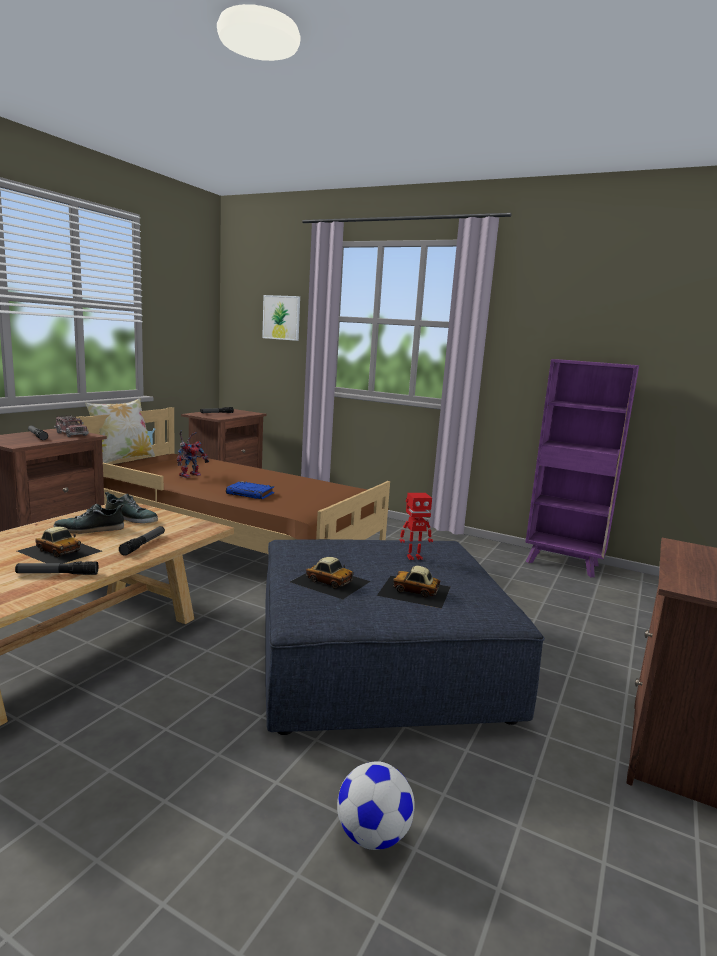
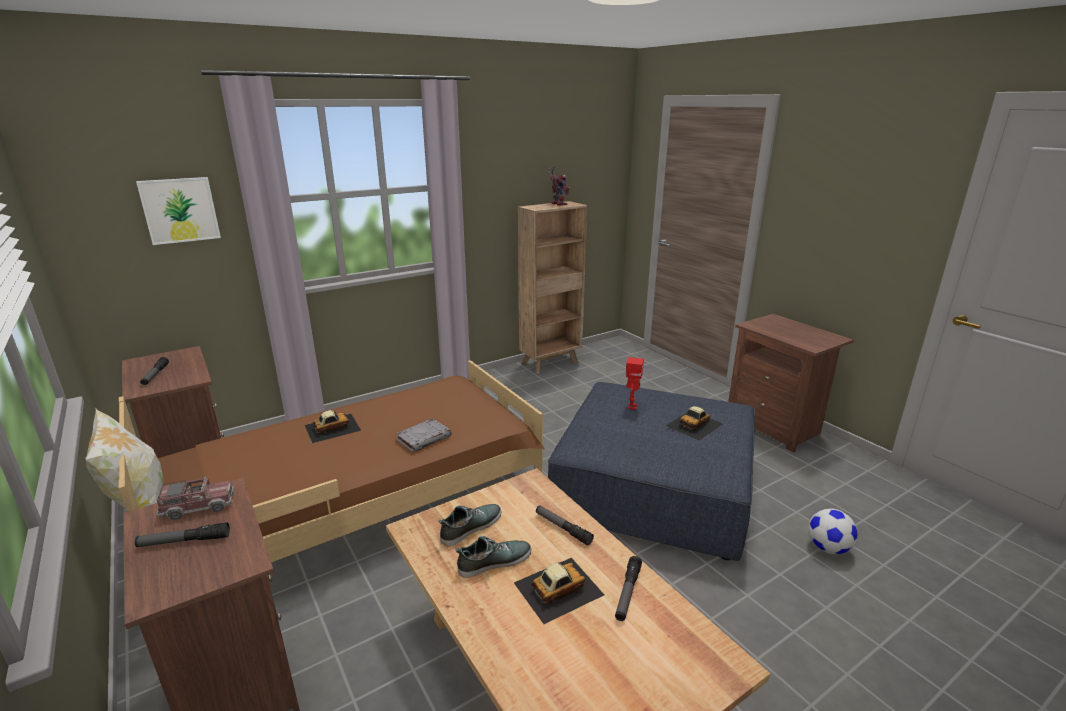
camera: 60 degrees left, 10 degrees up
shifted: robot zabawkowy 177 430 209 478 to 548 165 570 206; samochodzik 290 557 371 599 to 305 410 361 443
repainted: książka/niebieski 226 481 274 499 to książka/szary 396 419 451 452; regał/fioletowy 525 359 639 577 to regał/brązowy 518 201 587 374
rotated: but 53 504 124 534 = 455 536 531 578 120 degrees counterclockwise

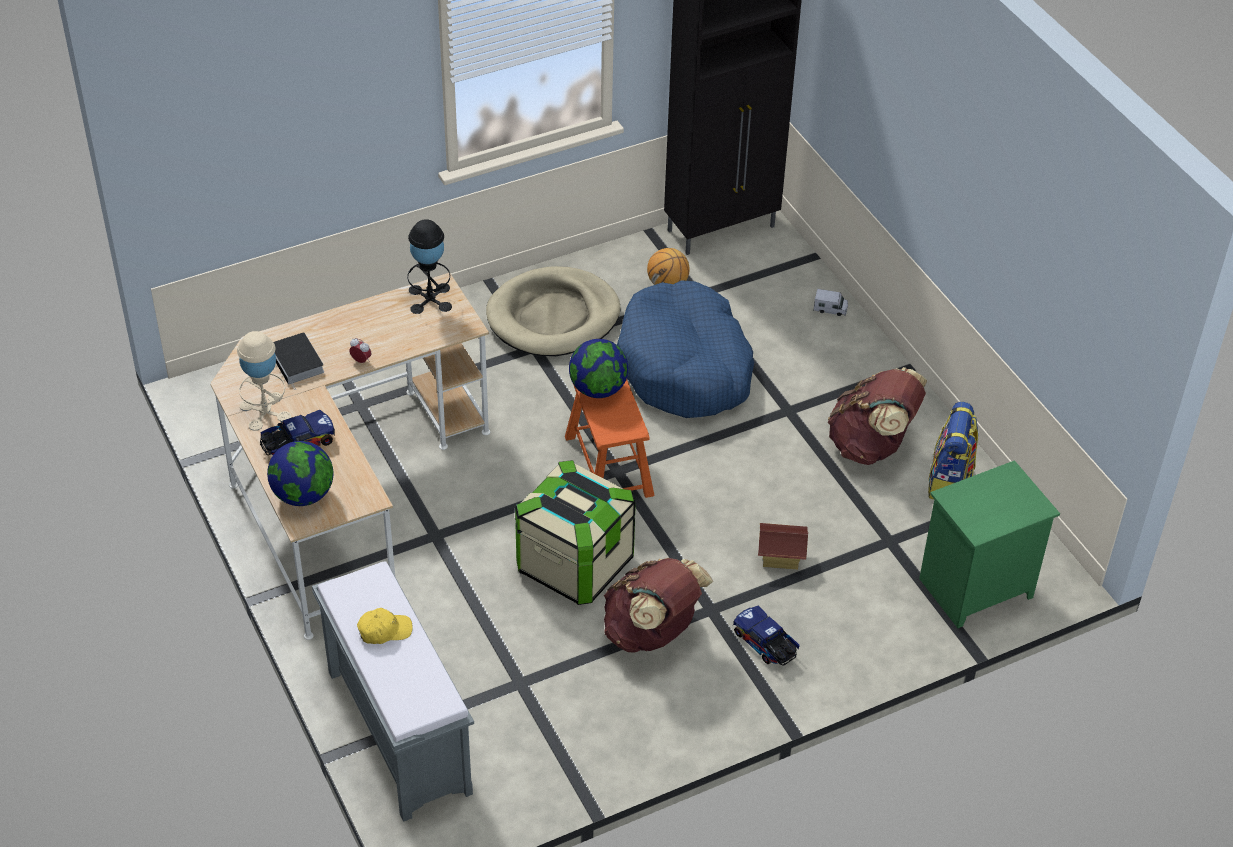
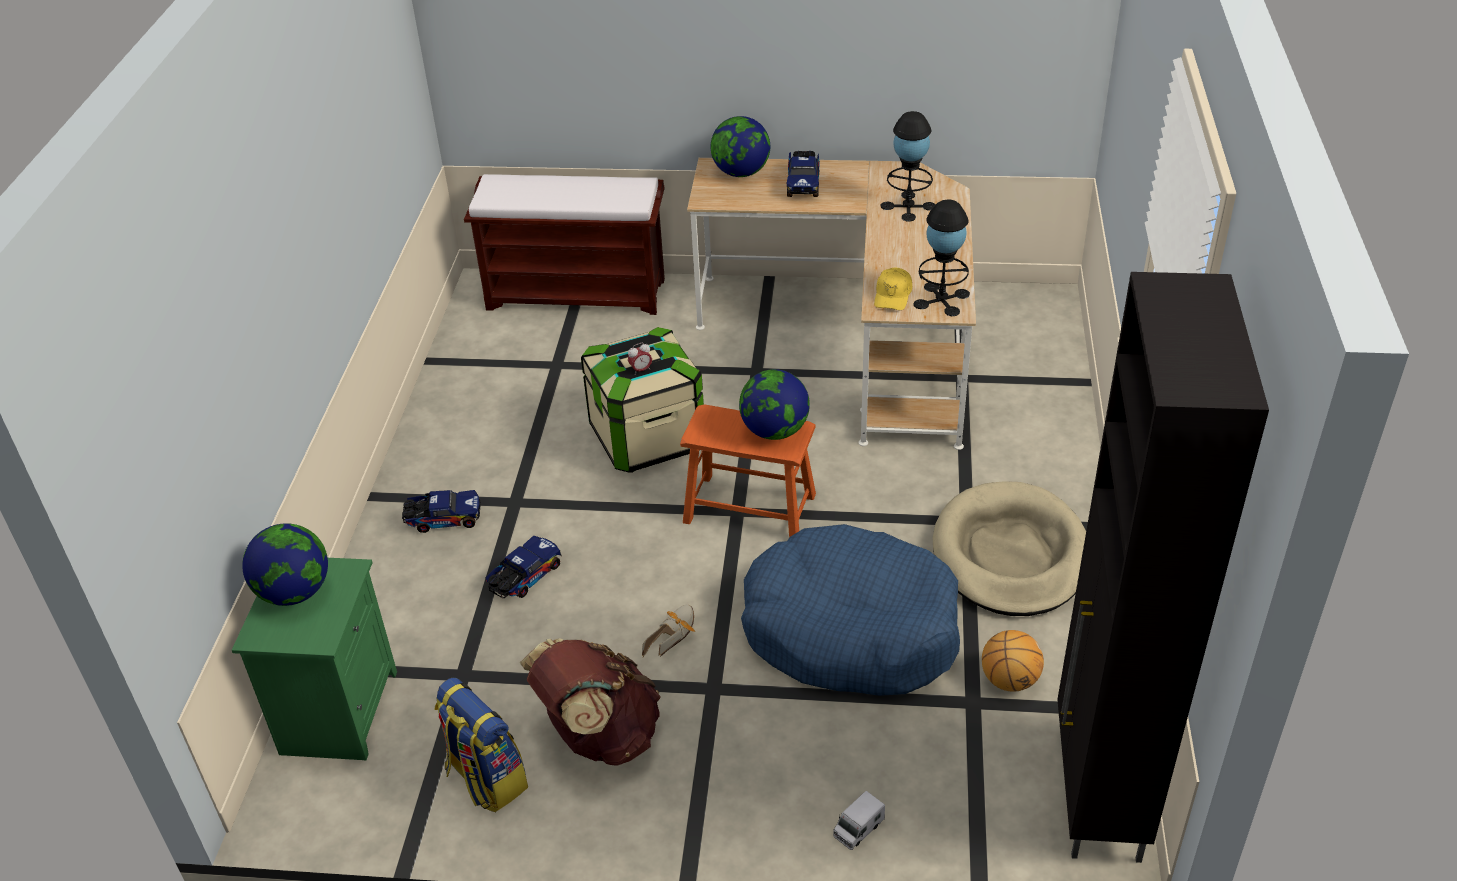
camera: 125 degrees right, 5 degrees down
gone: lampa stołowa/beżowy 237 331 292 431; plecak/brązowy 604 558 713 653
new: globus 242 523 328 606; but 642 605 695 657
shifted: budzik 349 338 371 363 to 628 343 652 375; czapka z daszkiem/żółty 357 608 413 644 to 874 268 912 310
swapped: książka 273 332 324 390 to lampa stołowa/czarny 881 111 936 222; domek 758 523 808 570 to ciężarówka zabawkowa 486 536 562 598
repainted: ławka/szary 312 561 474 822 to ławka/brązowy 464 174 665 315

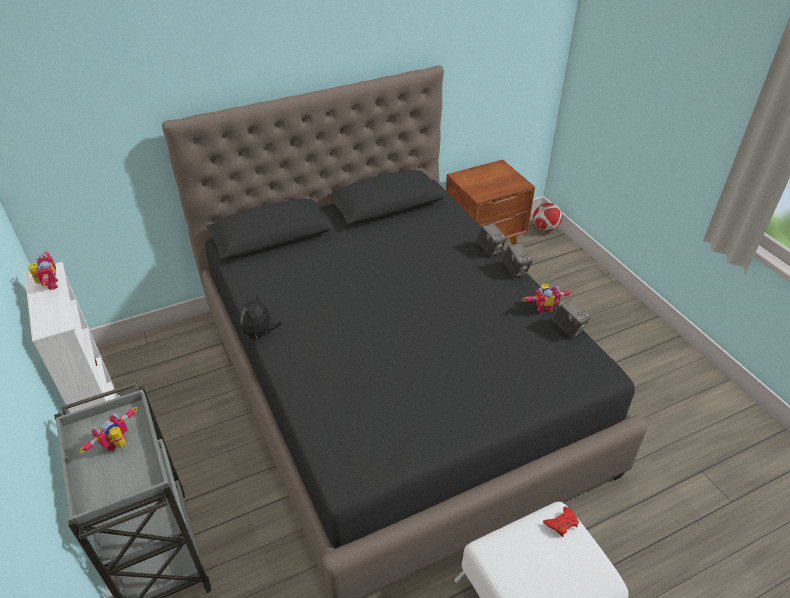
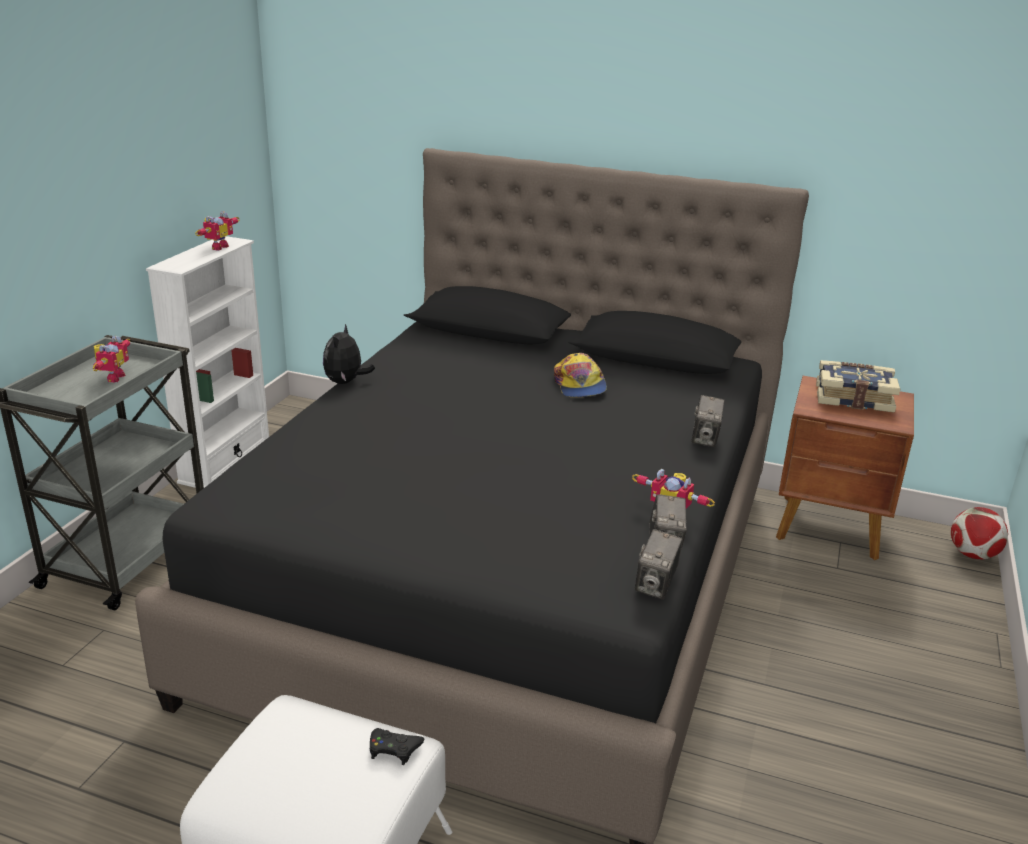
camera: 45 degrees right, 15 degrees down
new: czapka z daszkiem 554 353 607 398; książka 816 360 900 413
shifted: aparat fotograficzny 502 243 533 277 to 635 529 683 600
repainted: pad do gier/czerwony 543 507 579 537 to pad do gier/czarny 370 728 424 765
rotated: robot zabawkowy 79 407 138 453 = 93 336 130 383 105 degrees clockwise; pluszak 240 293 282 340 = 323 324 375 384 45 degrees counterclockwise

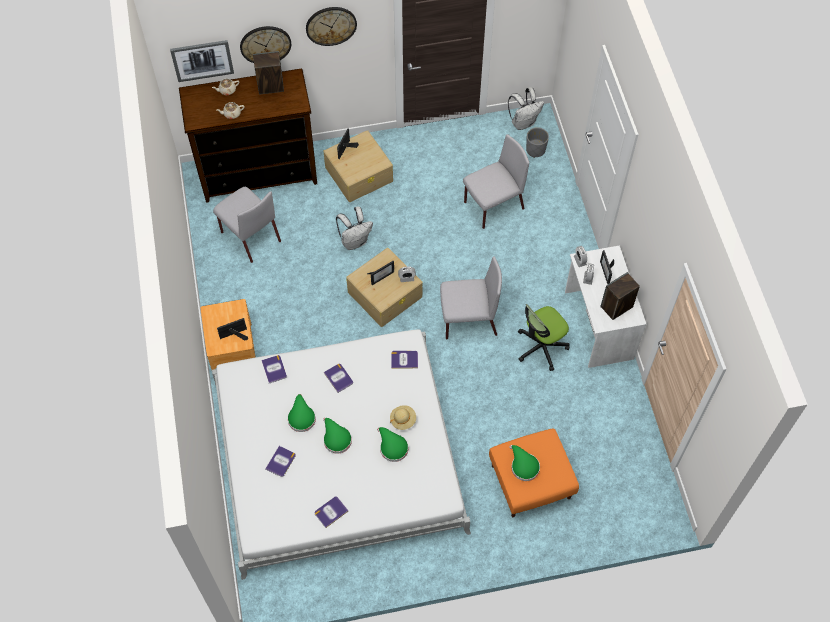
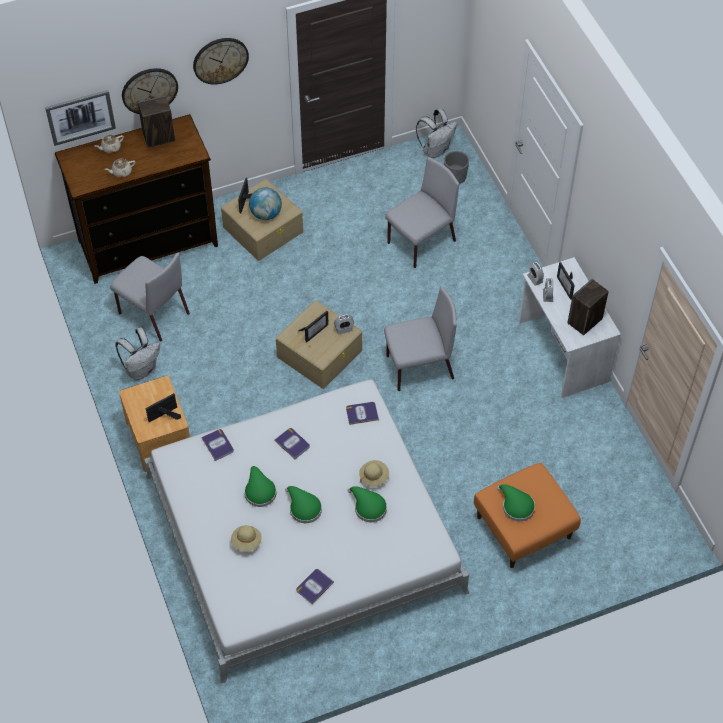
camera: 10 degrees left, 5 degrees down
gone: krzesło biurowe 518 304 570 371
new: globus 249 187 282 220
shifted: plecak/biały 336 206 373 250 to 115 328 160 380
swapped: książka 265 446 296 477 to kapelusz/beżowy 231 525 262 551

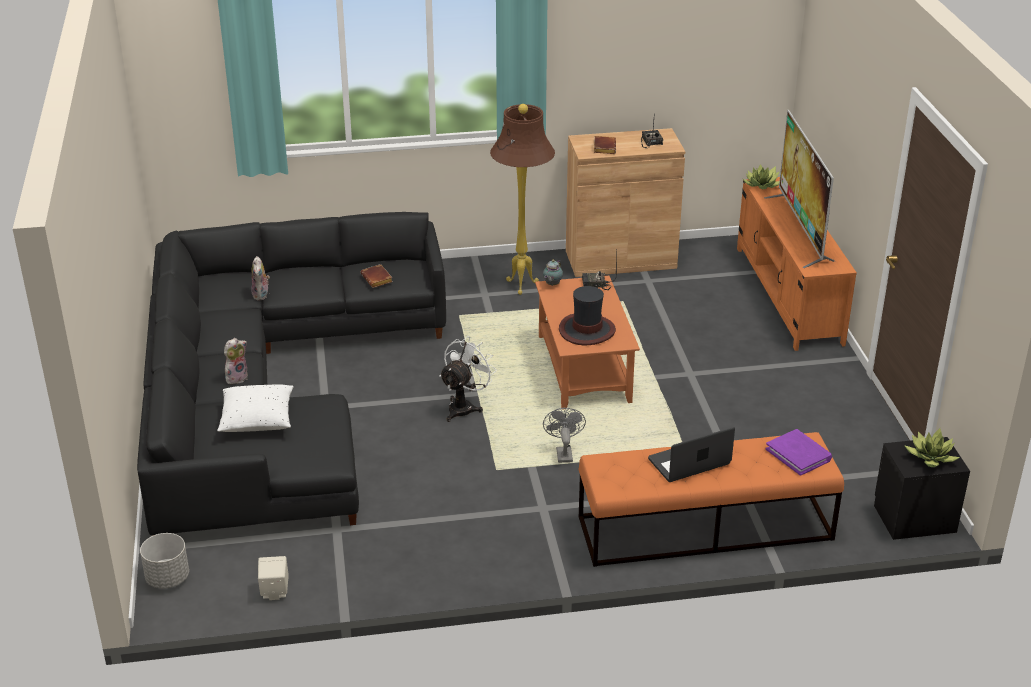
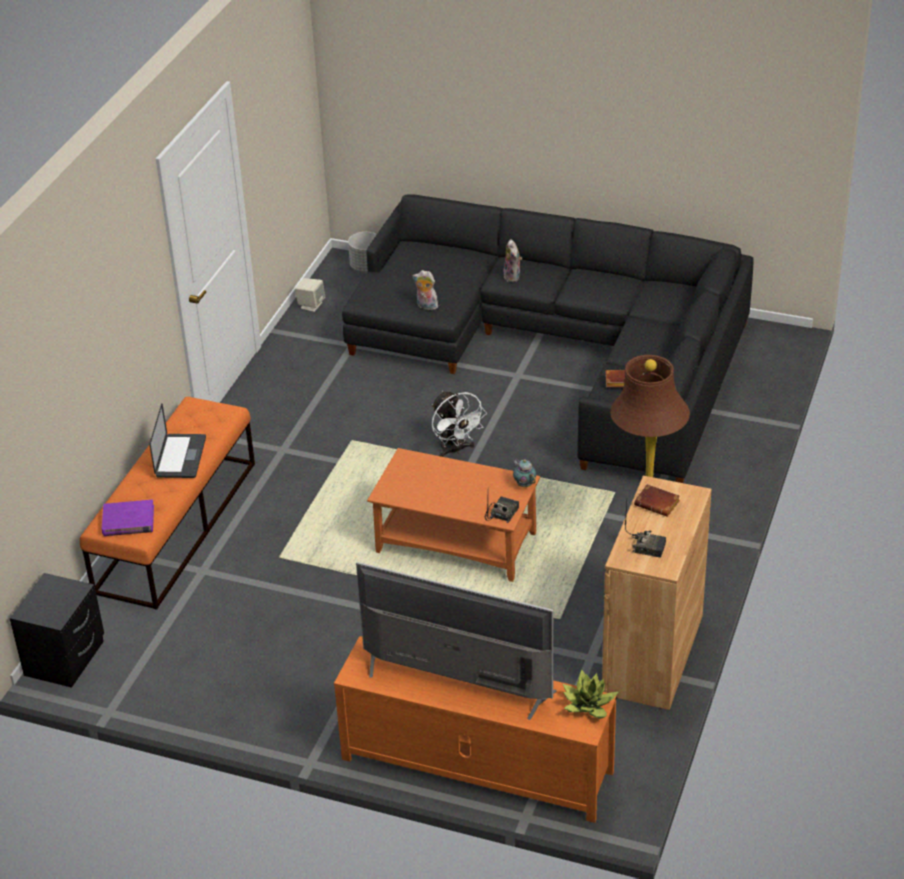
camera: 120 degrees right, 5 degrees up
gone: poduszka/biały 217 384 293 432; wentylator/szary 543 408 586 463; kapelusz 559 286 616 345; roślina doniczkowa 904 428 960 467
shifted: pluszak 251 256 270 300 to 413 270 438 310

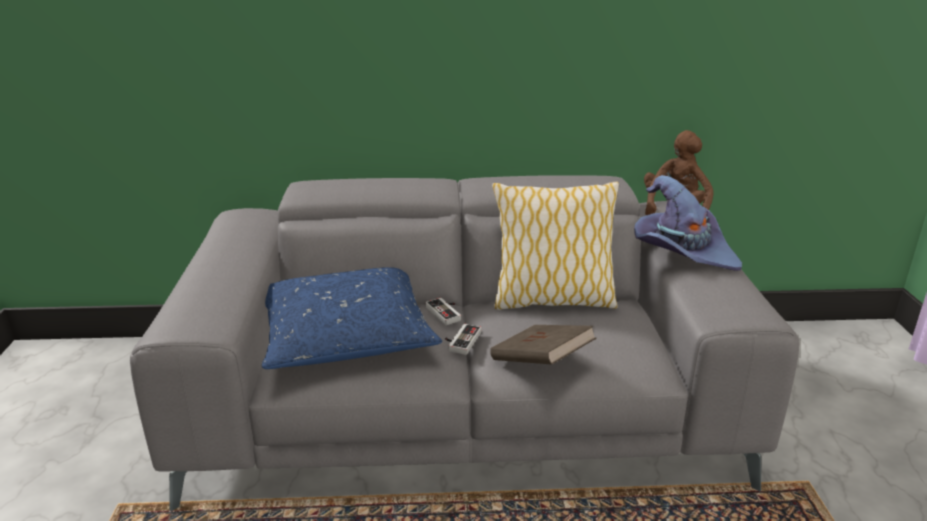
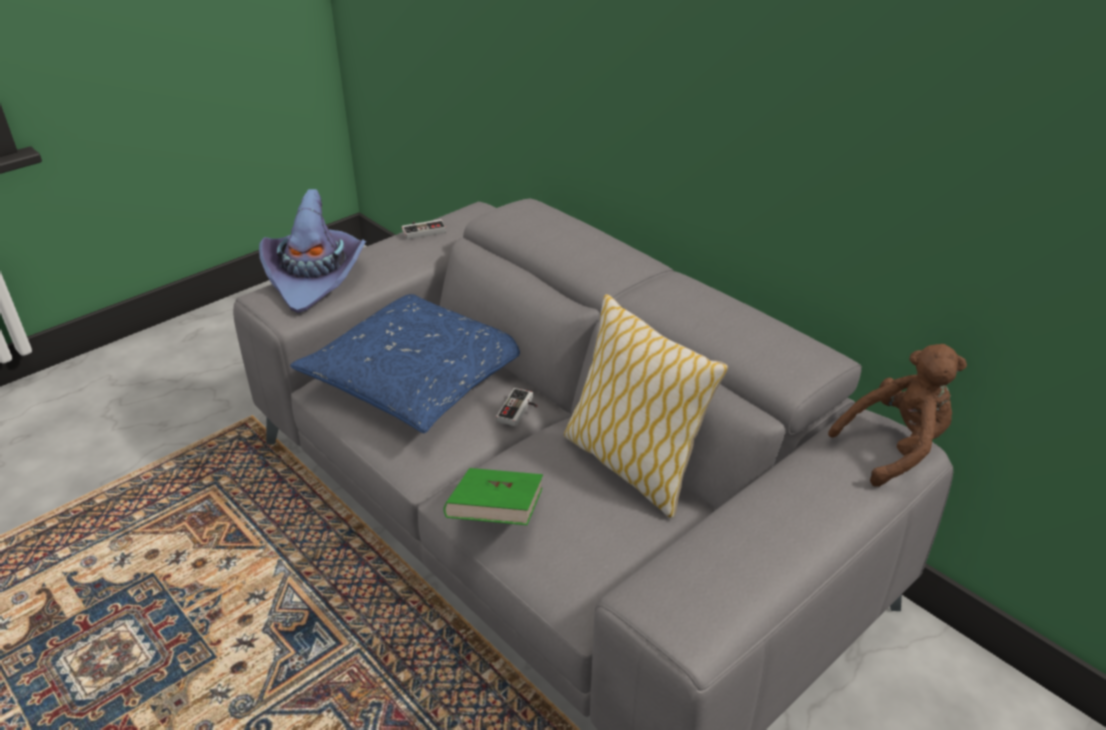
camera: 50 degrees right, 10 degrees up
shifted: pad do gier 445 324 481 355 to 402 219 446 239; kapelusz/fioletowy 634 175 742 271 to 259 189 366 313
repainted: książka/brązowy 490 325 596 365 to książka/zielony 444 468 543 525

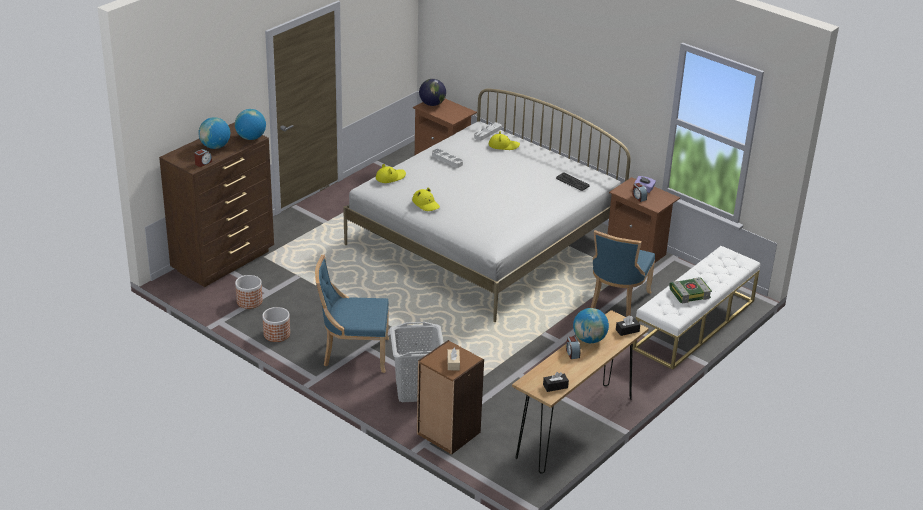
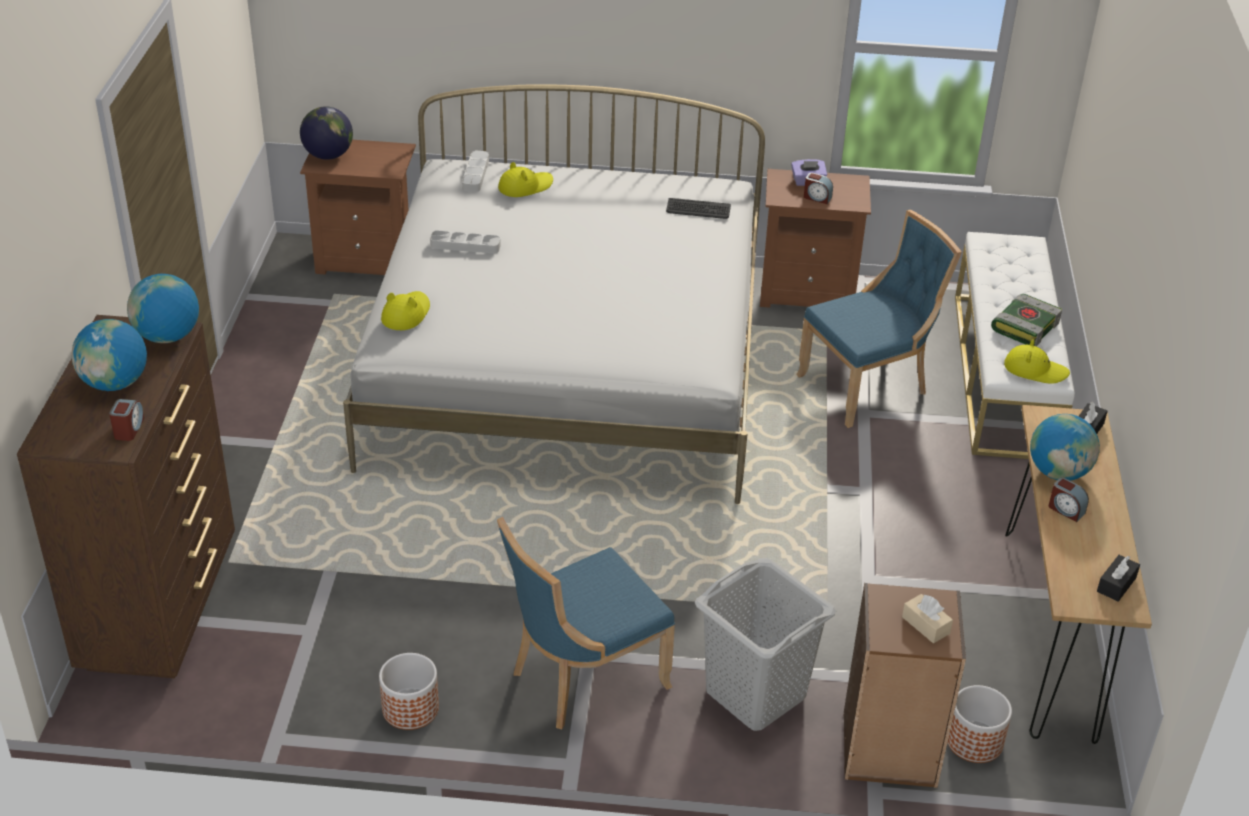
camera: 35 degrees left, 5 degrees up
shifted: donica 235 275 263 309 to 948 685 1012 763; kapelusz/żółty 412 188 440 211 to 1004 339 1070 384
rotated: krzesło/niebieski 591 230 655 317 = 796 210 962 428 105 degrees counterclockwise

